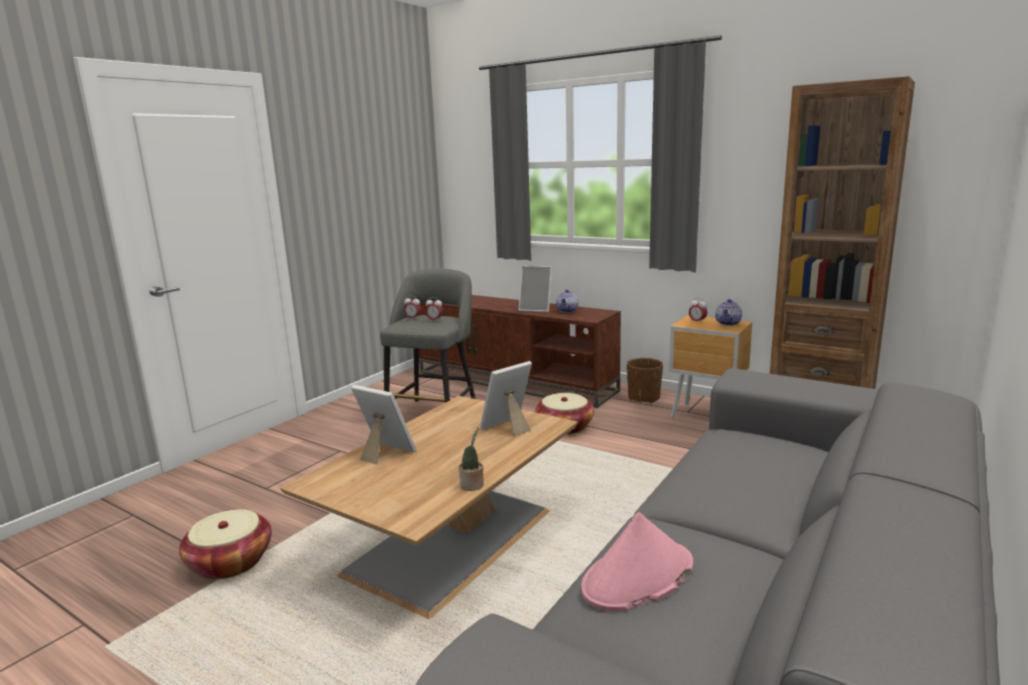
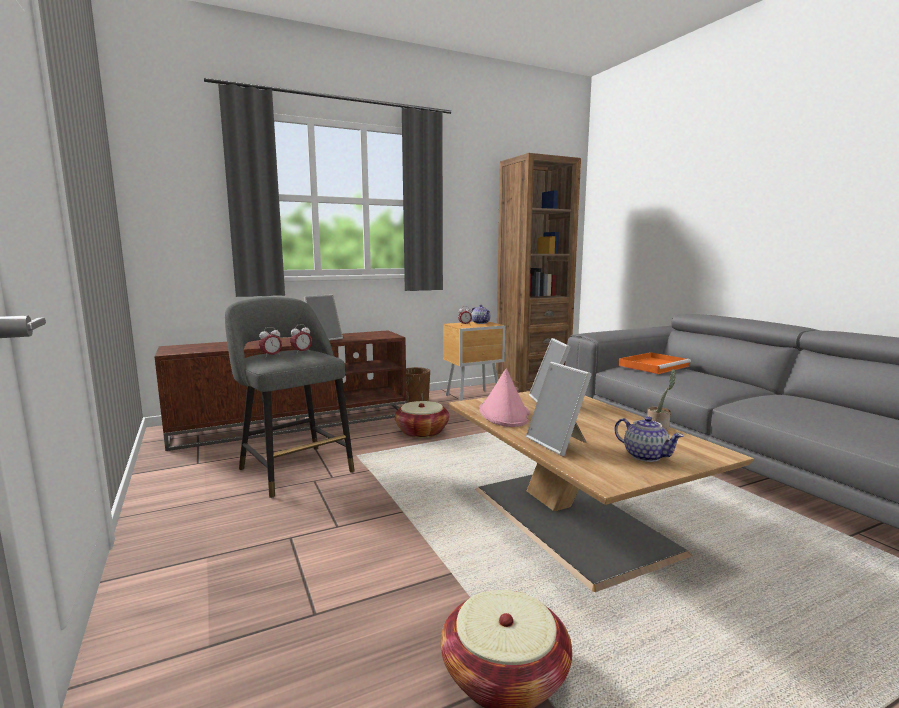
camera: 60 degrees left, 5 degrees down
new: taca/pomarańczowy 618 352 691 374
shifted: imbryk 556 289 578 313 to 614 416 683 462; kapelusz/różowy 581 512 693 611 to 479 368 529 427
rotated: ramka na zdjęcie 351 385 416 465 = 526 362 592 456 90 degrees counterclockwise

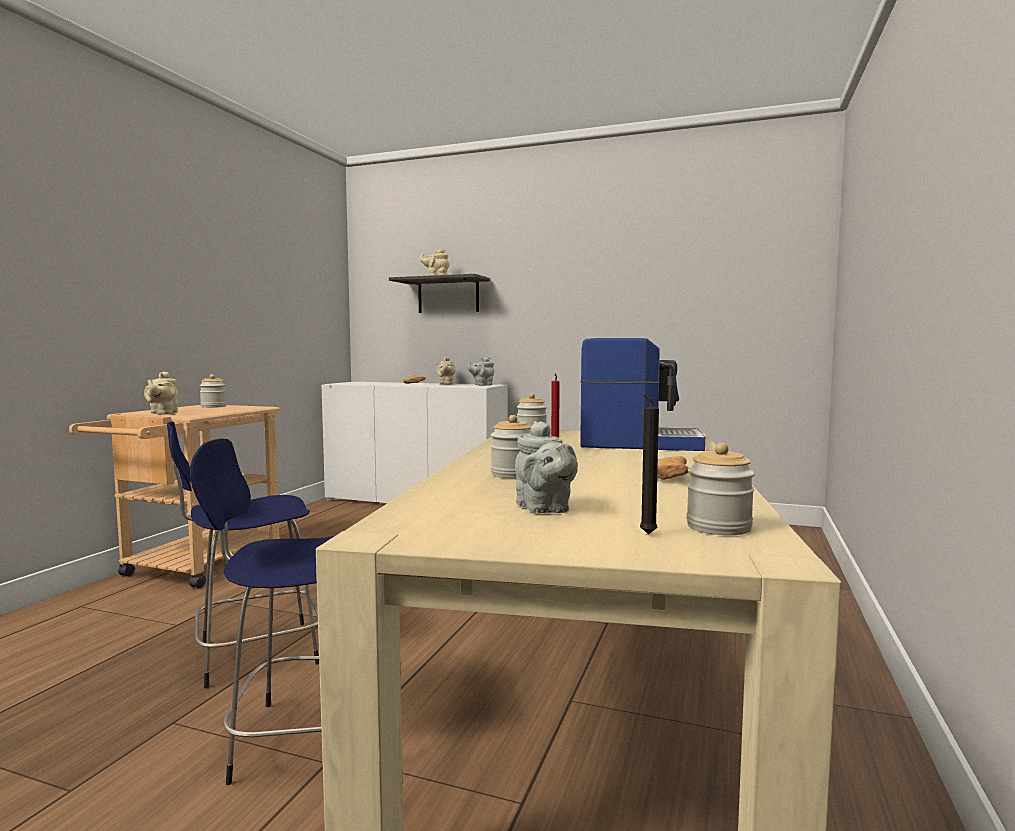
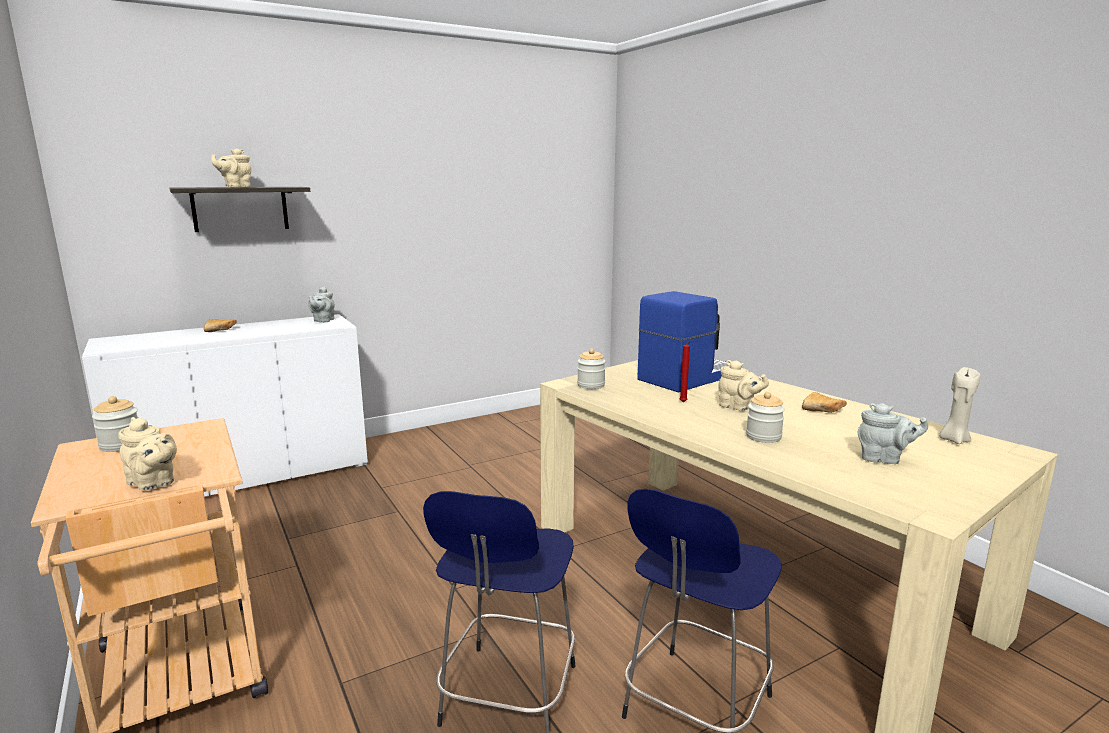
camera: 50 degrees left, 10 degrees up
gone: świeca/czarny 640 394 659 534
shifted: imbryk/beżowy 436 357 456 384 to 718 360 769 411
swapped: słoik 686 443 755 535 to świeca/beżowy 939 367 980 444

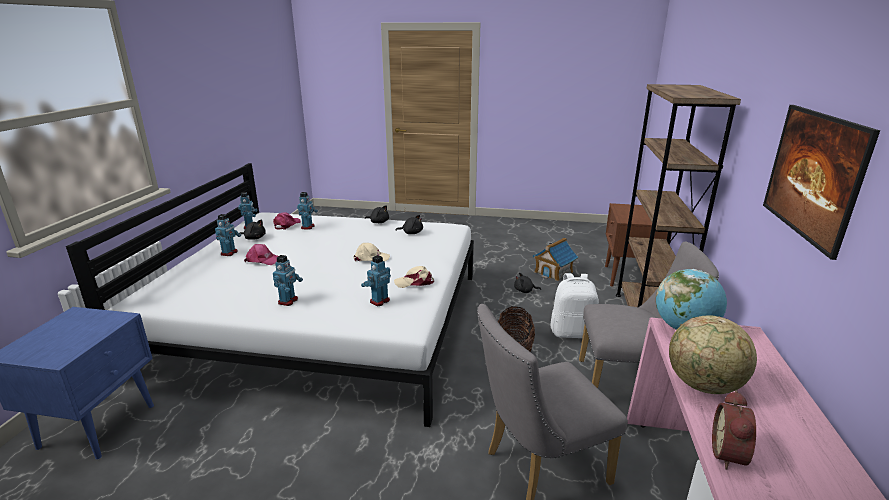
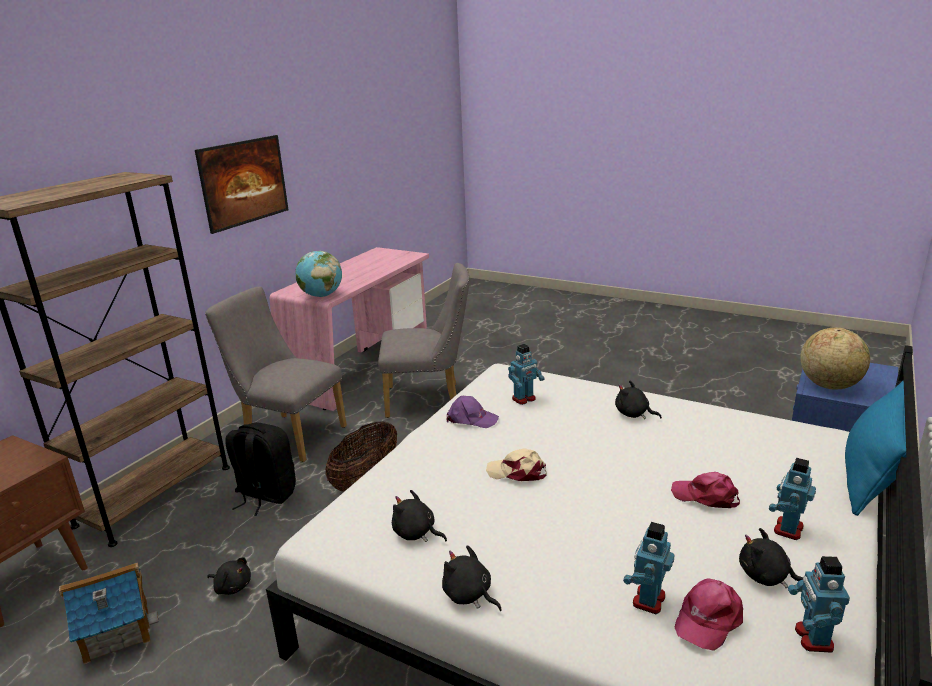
camera: 160 degrees left, 0 degrees up
gone: budzik 712 390 756 470
new: poduszka/niebieski 845 380 906 516
shifted: globus 669 316 757 394 to 800 328 870 389
swapped: robot zabawkowy 273 255 303 306 to pluszak/czarny 615 381 662 419
repainted: czapka z daszkiem/beżowy 394 266 434 288 to czapka z daszkiem/fioletowy 446 396 499 428; plecak/biały 550 273 599 338 to plecak/czarny 225 422 296 516

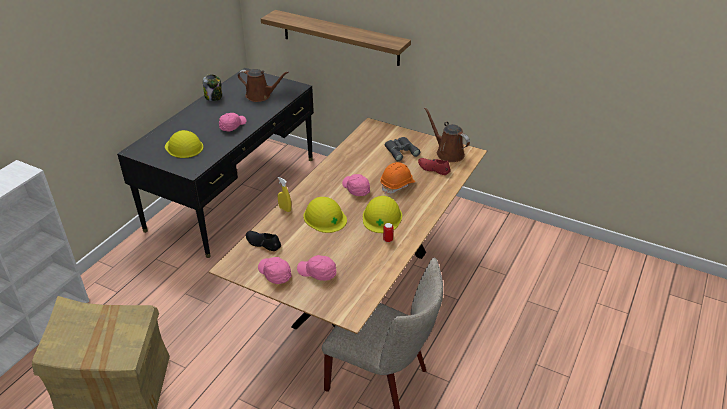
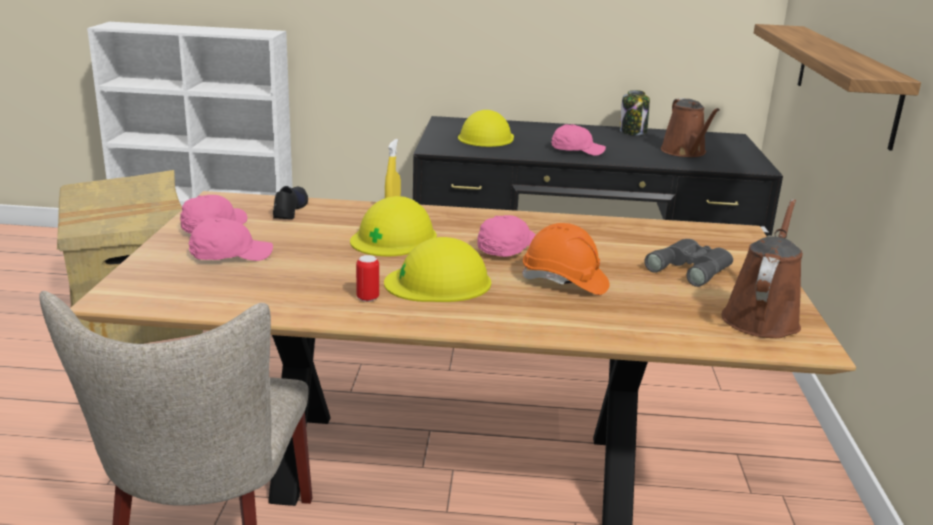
camera: 65 degrees right, 15 degrees down
gone: but/czerwony 418 158 451 175
rotated: czapka z daszkiem/różowy 297 255 336 281 = 189 218 273 261 75 degrees clockwise

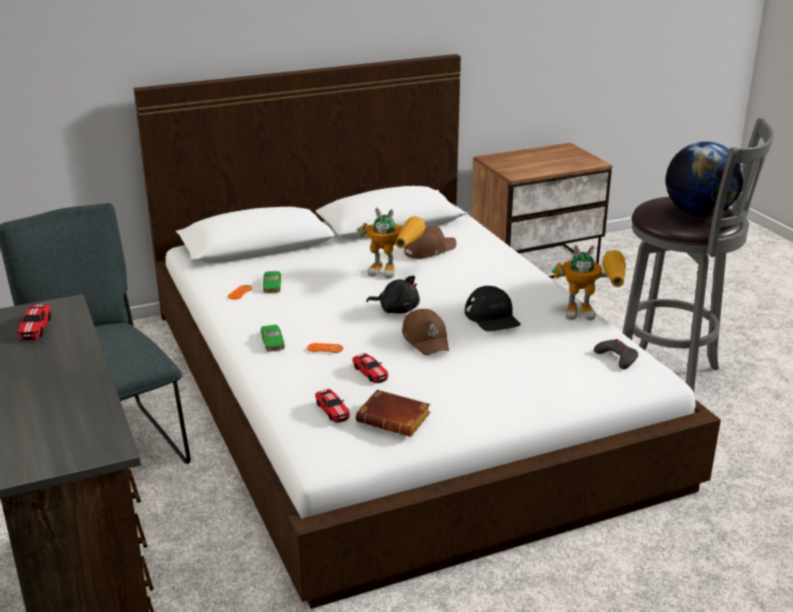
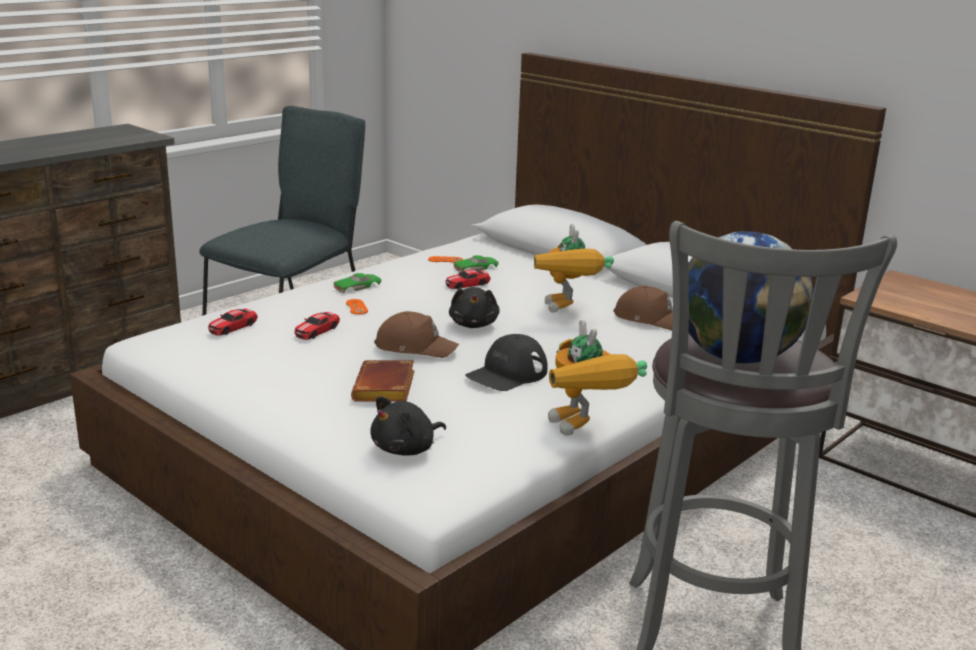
camera: 65 degrees right, 5 degrees down
gone: pad do gier/szary 594 339 638 369
new: pluszak/czarny 370 396 446 456
shifted: samochodzik 17 305 51 341 to 446 270 490 289; książka/brązowy 356 390 430 437 to 351 360 415 402
rotated: czapka z daszkiem/brązowy 402 309 449 356 = 374 311 459 358 120 degrees counterclockwise

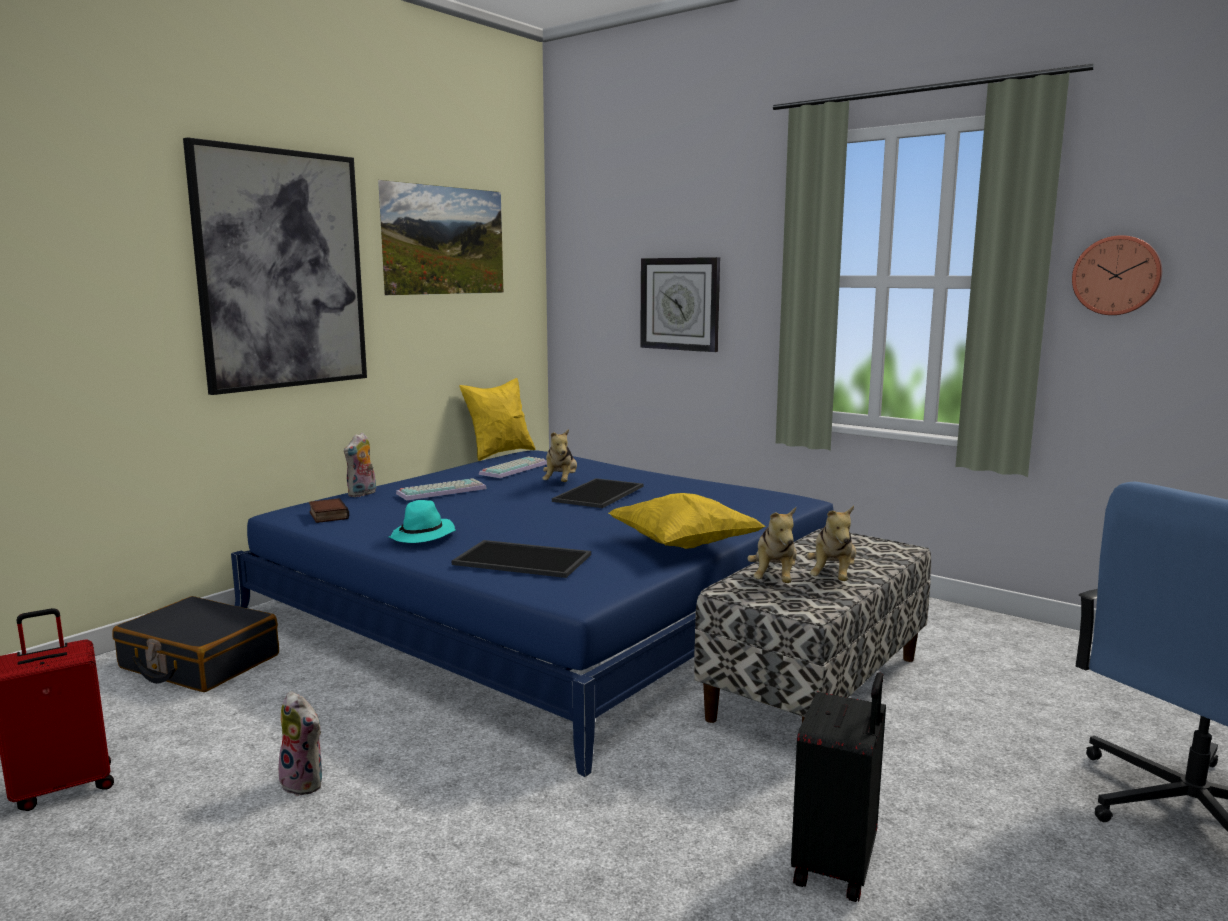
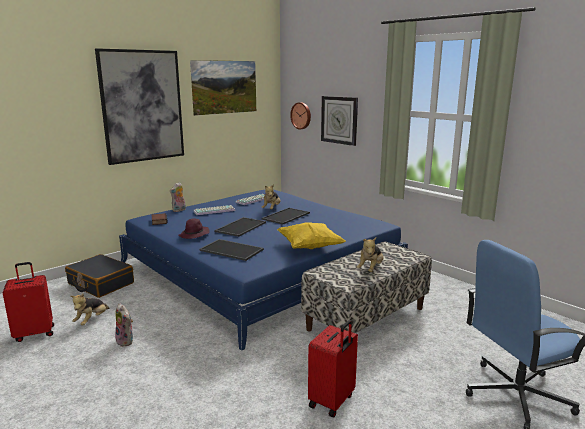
camera: 10 degrees right, 5 degrees up
gone: poduszka/żółty 459 378 535 461
new: taca 214 217 266 237
shifted: pluszak 748 507 797 583 to 70 294 109 325; zegar ścienny 1072 235 1162 315 to 290 102 311 129
repainted: kapelusz/turkusowy 388 500 456 543 to kapelusz/fioletowy 179 219 210 239; walizka/czarny 791 672 886 902 to walizka/czerwony 308 320 358 418

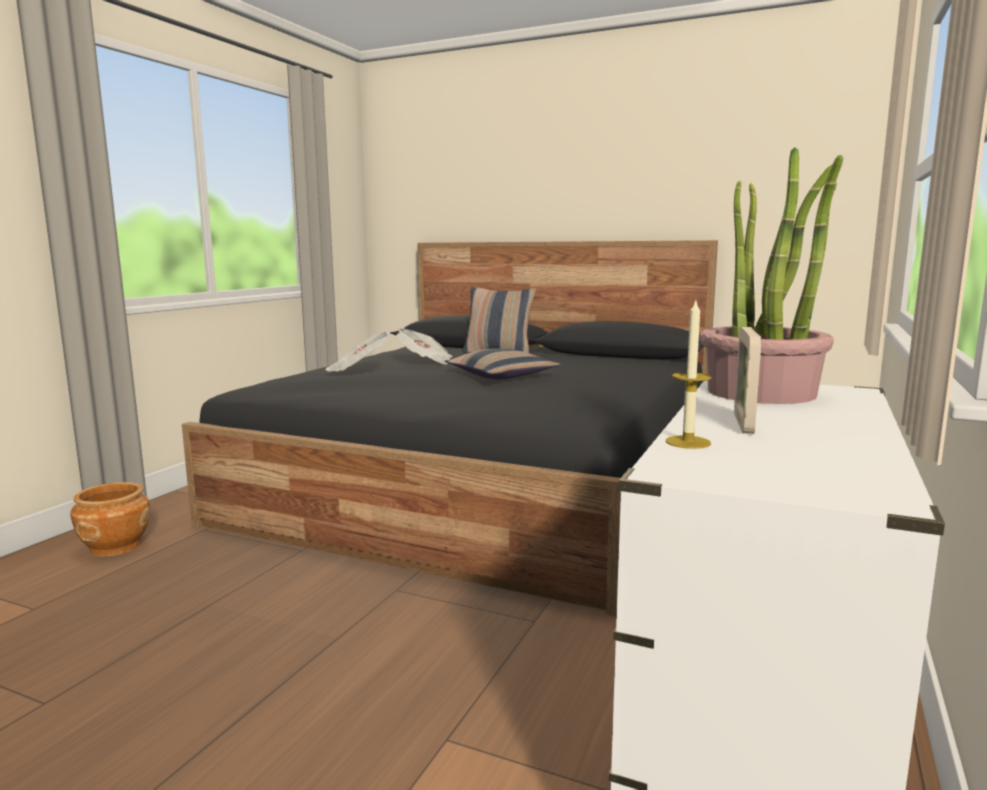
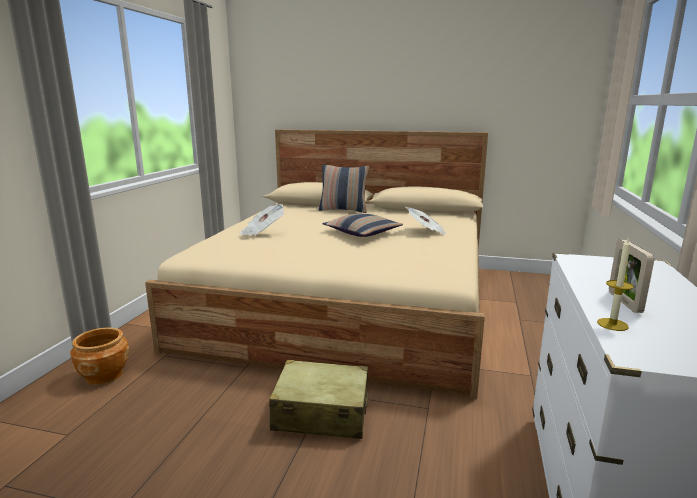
camera: 10 degrees left, 5 degrees up
gone: roślina doniczkowa 700 147 844 404
new: walizka/beżowy 269 359 368 439
shifted: gazeta 397 328 452 364 to 406 207 447 235
repainted: łóżko/czarny 182 240 718 616 to łóżko/beżowy 145 129 488 399

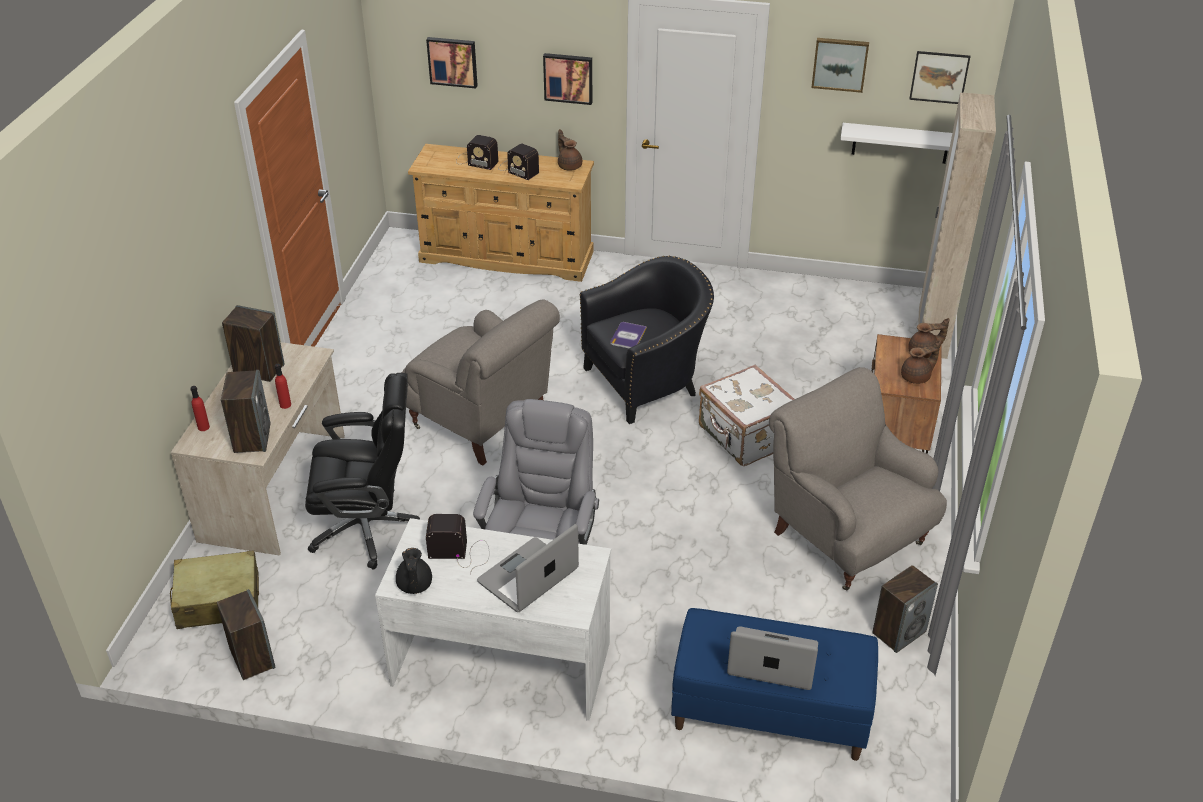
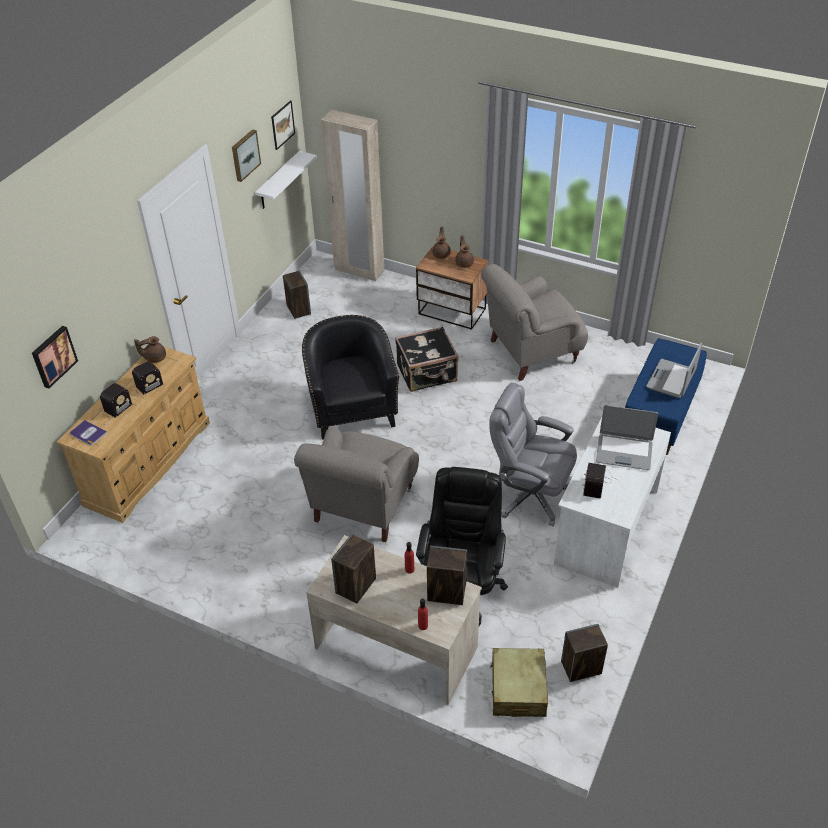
camera: 75 degrees left, 5 degrees up
gone: imbryk/czarny 396 548 432 594; obraz 543 53 592 105
shifted: książka 610 322 647 348 to 70 420 107 446; głośnik 872 565 938 653 to 283 270 311 319
repainted: walizka/biały 699 365 794 466 to walizka/czarny 395 326 458 392
rotated: fotel/szary 402 299 560 465 = 294 427 419 542 150 degrees clockwise; laptop 477 524 579 612 = 596 405 658 470 45 degrees counterclockwise

